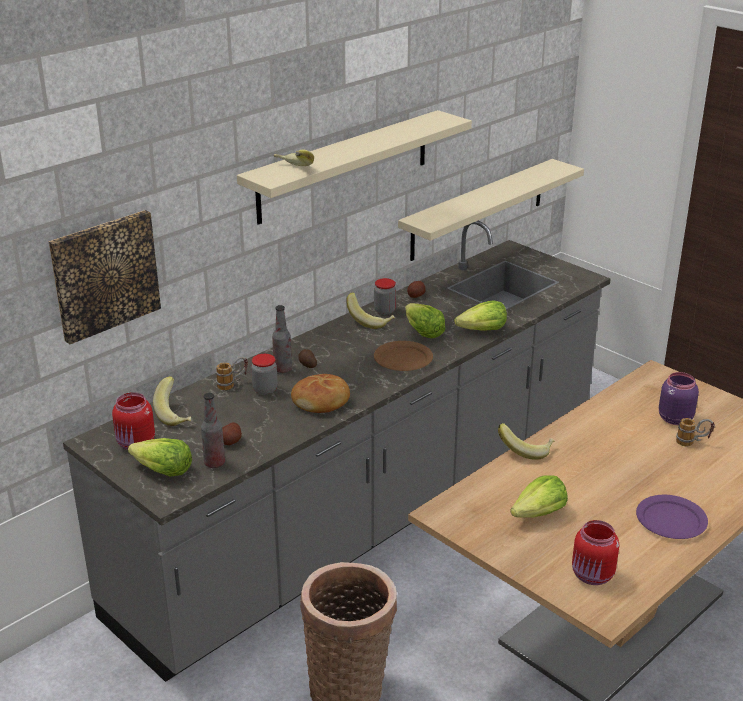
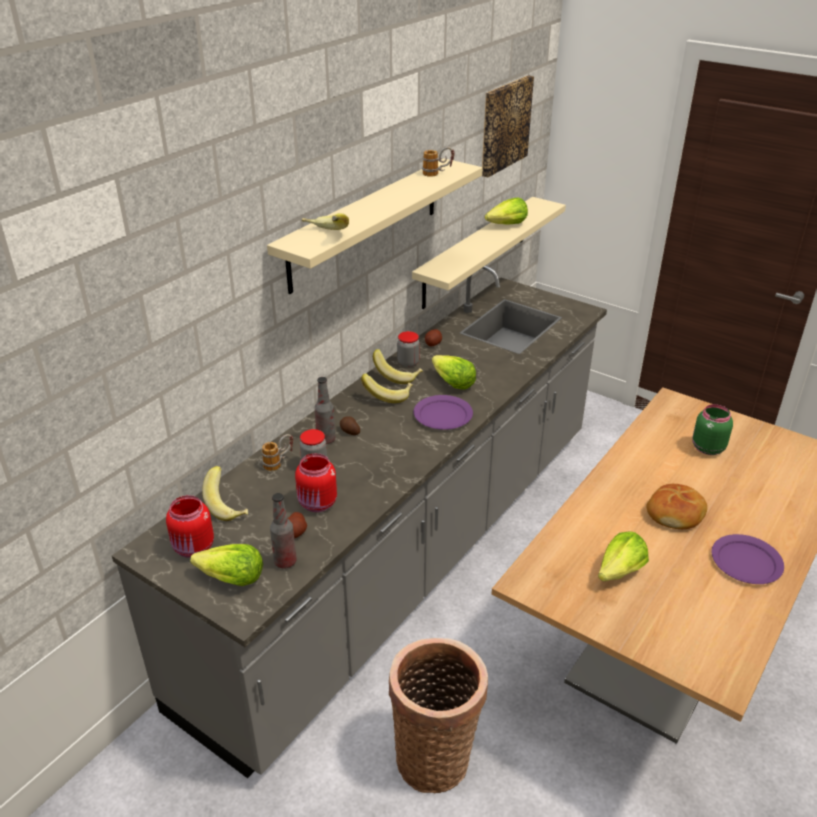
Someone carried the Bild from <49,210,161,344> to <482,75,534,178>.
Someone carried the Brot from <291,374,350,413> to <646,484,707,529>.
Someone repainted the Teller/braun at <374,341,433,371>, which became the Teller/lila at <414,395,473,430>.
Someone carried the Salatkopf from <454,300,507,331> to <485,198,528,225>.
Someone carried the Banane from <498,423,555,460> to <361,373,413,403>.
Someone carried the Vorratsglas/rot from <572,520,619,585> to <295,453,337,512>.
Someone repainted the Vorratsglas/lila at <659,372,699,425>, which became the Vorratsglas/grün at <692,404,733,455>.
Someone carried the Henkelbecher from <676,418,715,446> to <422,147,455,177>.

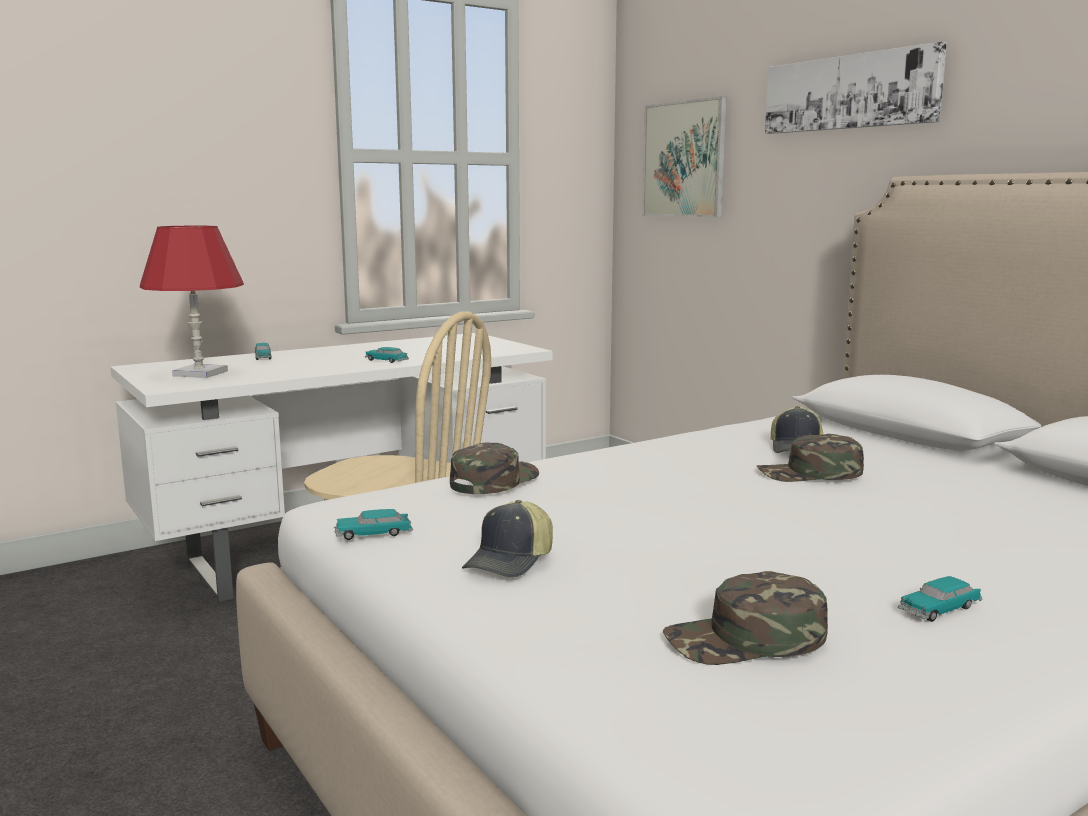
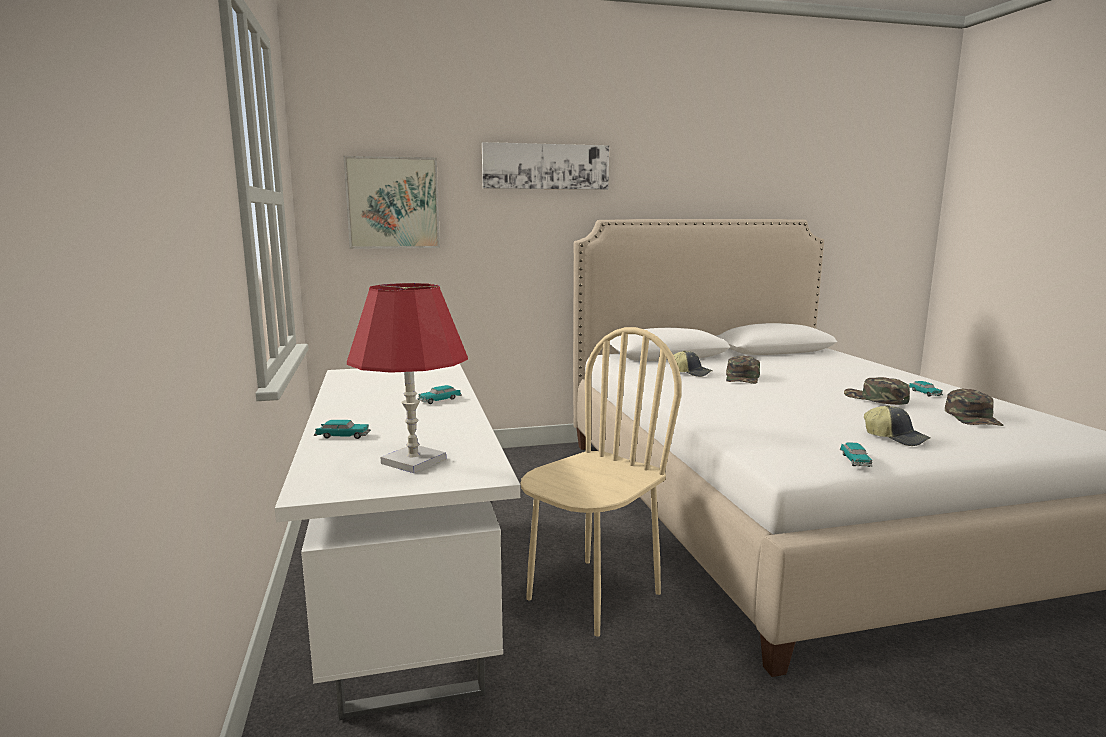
Someone carried the Kappe/grün from <450,443,539,494> to <844,377,910,405>.

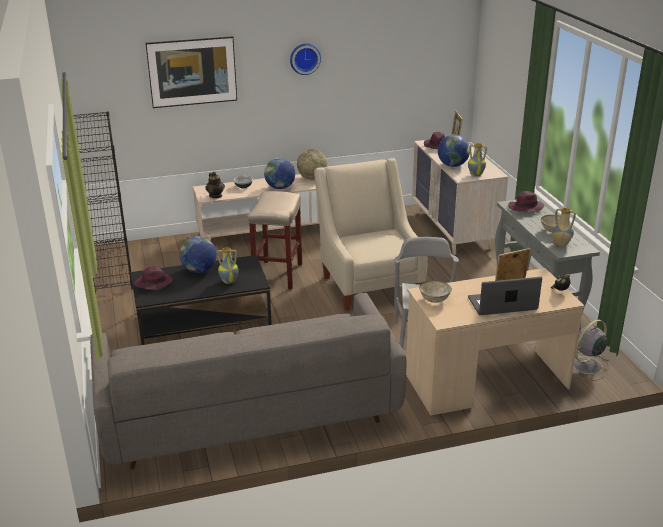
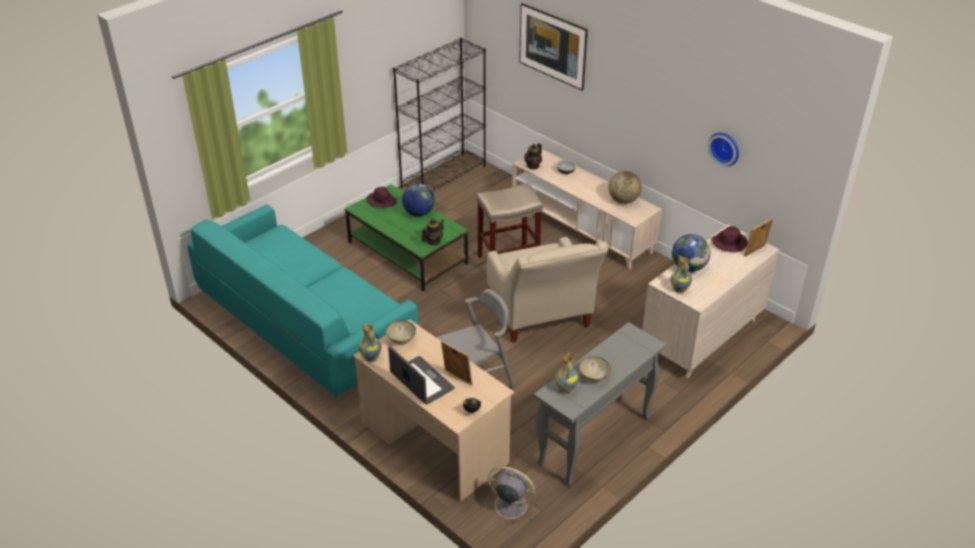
Someone repainted the Sofa/grau at <90,293,406,470>, which became the Sofa/türkis at <188,204,419,397>.
Someone repainted the Couchtisch/schwarz at <131,255,272,345>, which became the Couchtisch/grün at <345,184,468,292>.
Someone carried the Vase from <217,247,238,284> to <359,323,382,362>.
Someone took away the Globus at <264,158,295,189>.
Someone carried the Wanduhr from <290,43,321,75> to <708,133,739,166>.
Someone rotated the Sessel/beige at <314,158,428,311> by 120 degrees clockwise.
Someone took away the Hut/lila at <508,191,544,213>.
Someone put down the Teekanne at <422,219,444,245>.

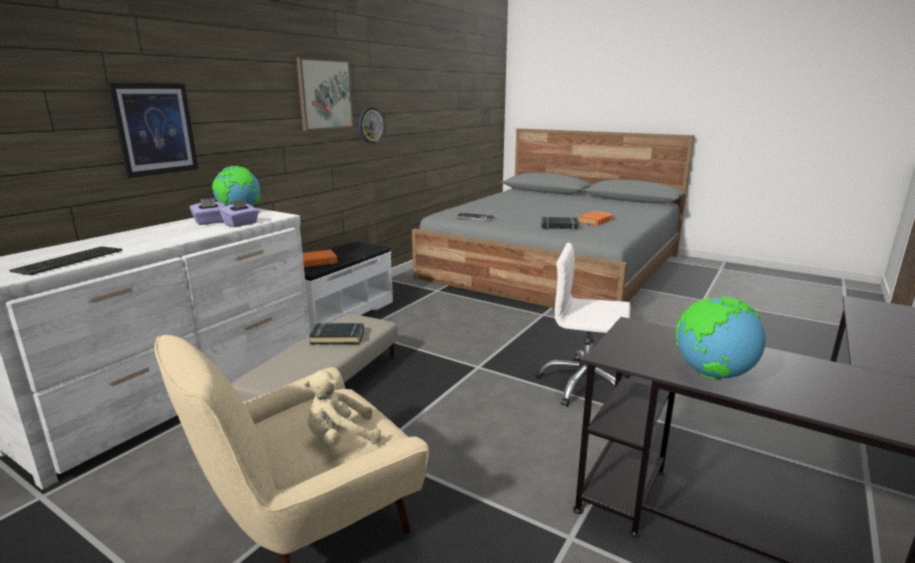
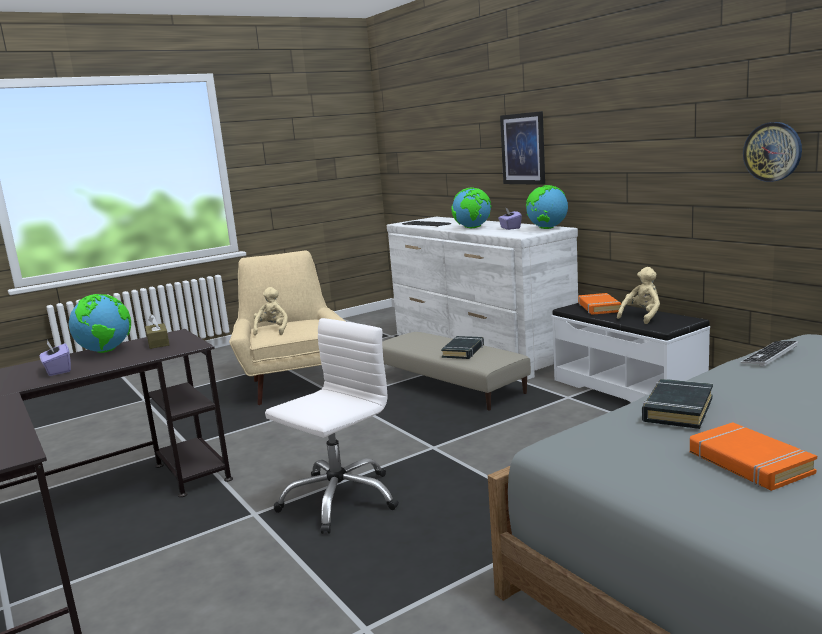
Someone carried the Taschentuchbox/lila from <219,199,259,227> to <40,340,71,376>.
Someone took away the Bild at <296,57,353,131>.
Someone put down the Taschentuchbox/braun at <145,314,169,349>.
Someone put down the Globus at <451,188,492,228>.
Someone put down the Plüschtier/beige at <617,267,660,324>.

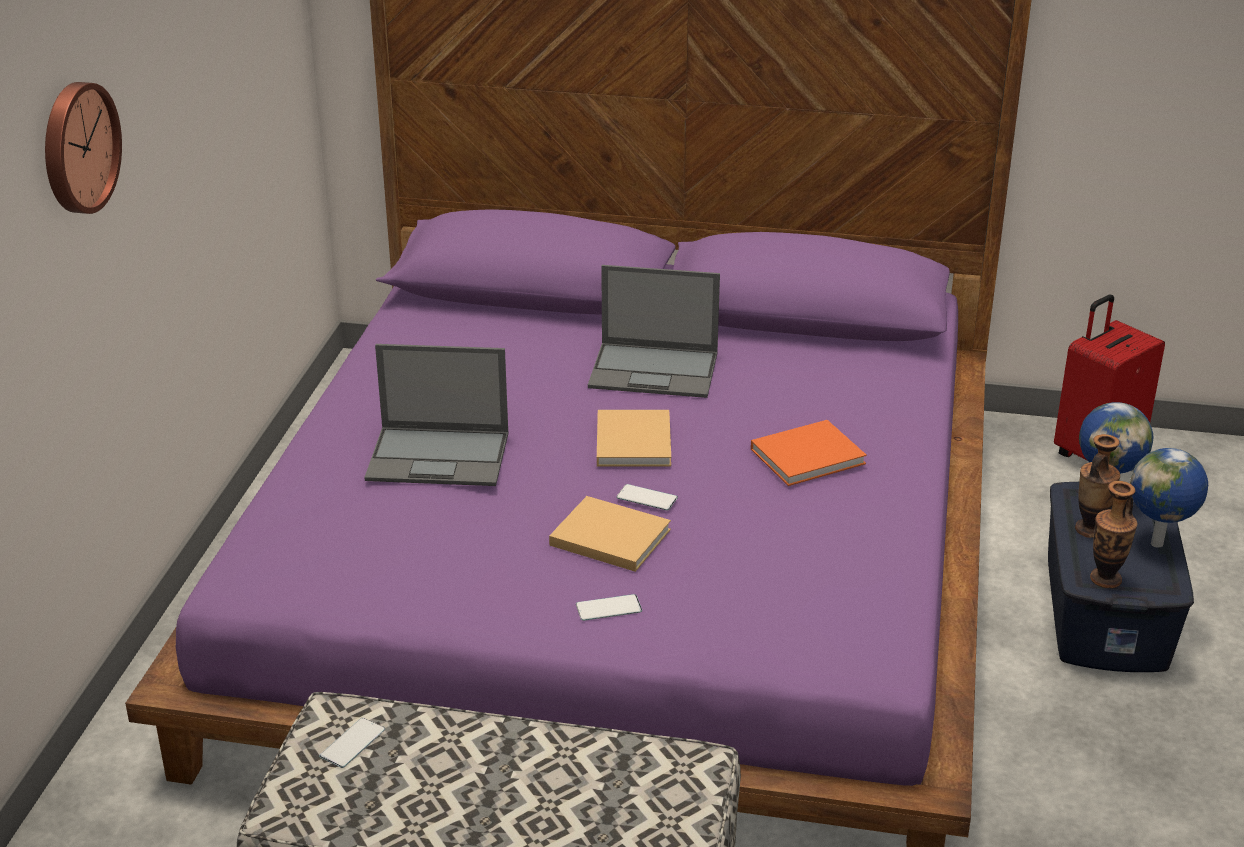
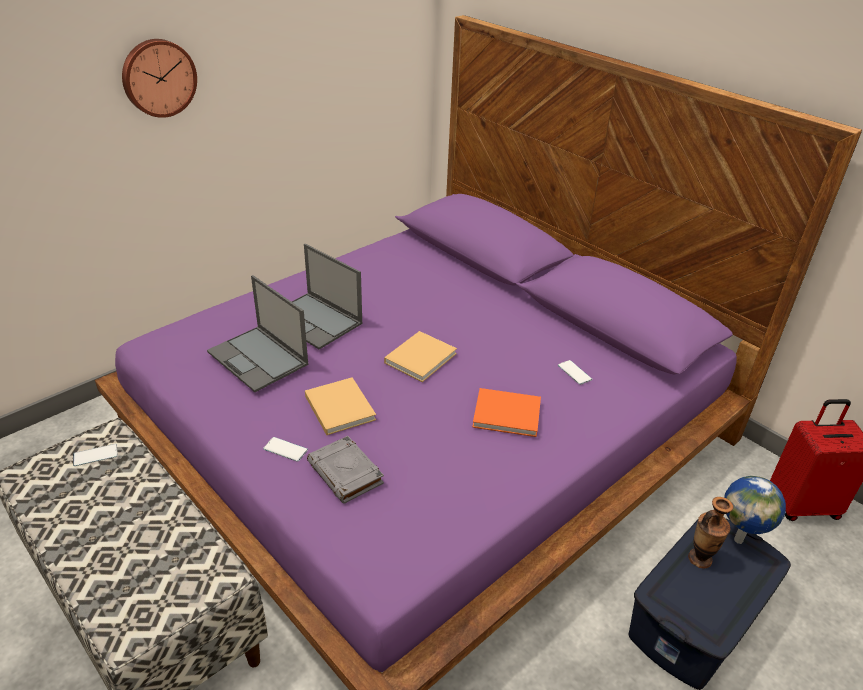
Someone carried the Laptop from <588,265,720,398> to <207,275,308,392>.
Someone carried the Handy from <616,484,678,510> to <558,360,592,385>.
Someone took away the Vase at <1090,481,1137,588>.
Someone took away the Globus at <1130,448,1208,548>.
Someone put down the Buch/grau at <307,436,384,504>.

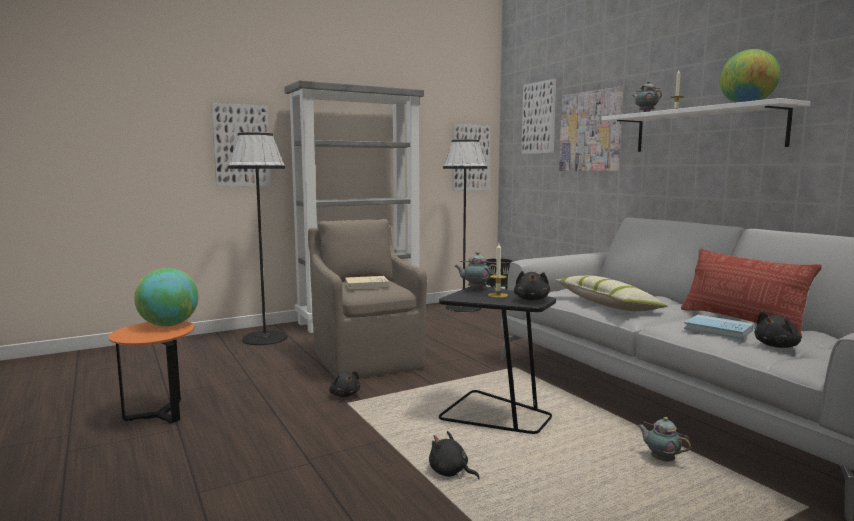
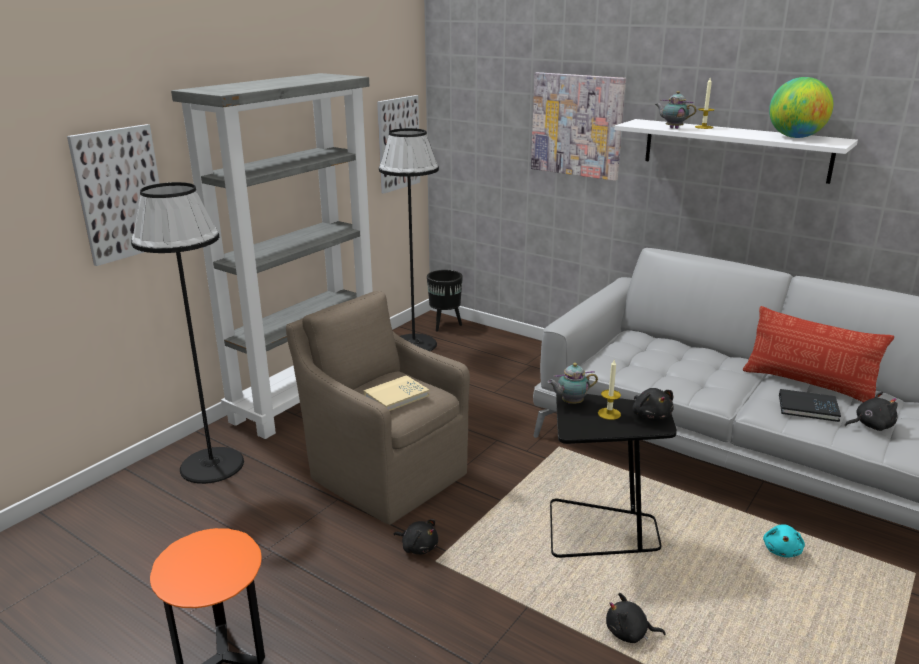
Someone took away the Globus at <134,268,199,327>.
Someone took away the Bild at <521,79,556,154>.
Someone took away the Kissen at <555,276,668,311>.
Someone swapped the Teekanne at <638,417,691,462> for the Plüschtier/türkis at <763,524,805,558>.
Someone repainted the Buch/blau at <684,315,754,339>, which became the Buch/schwarz at <779,389,841,422>.
Someone rotated the Plüschtier/schwarz at <754,311,801,348> by 135 degrees counterclockwise.

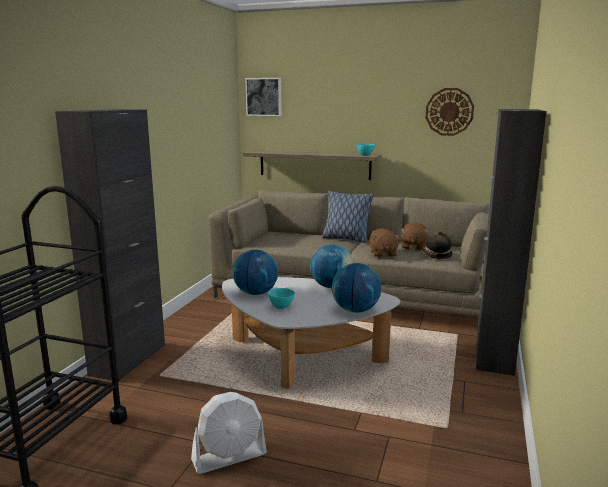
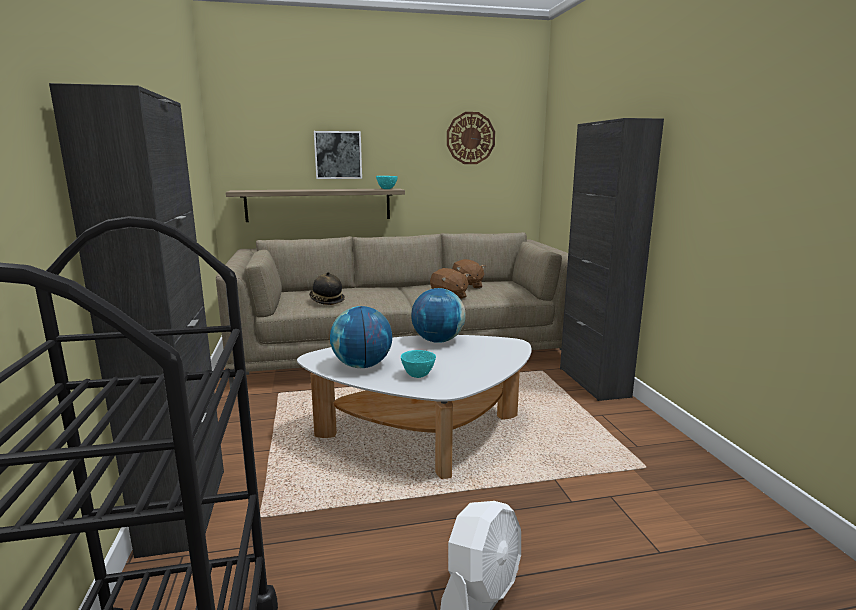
Someone carried the Bild from <245,78,282,116> to <314,131,362,179>.
Someone took away the Kissen at <322,190,374,243>.
Someone took away the Globus at <332,263,381,313>.
Someone carried the Hut from <423,231,453,259> to <309,272,345,305>.

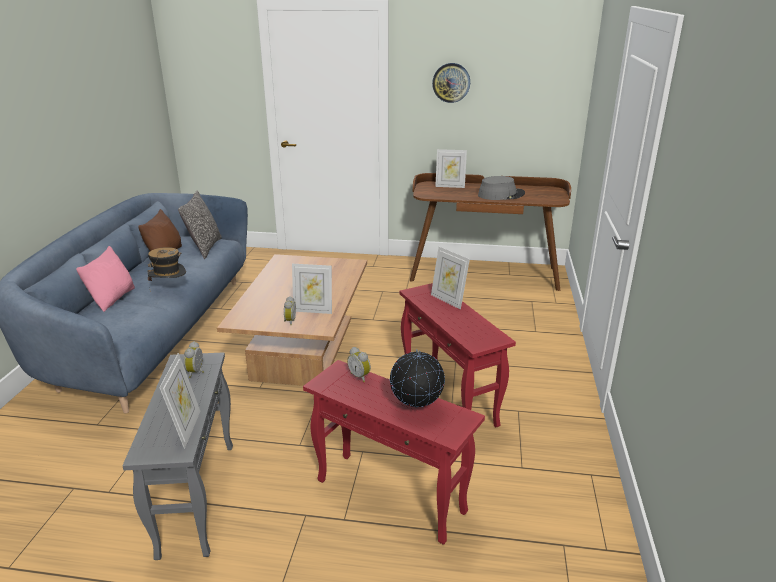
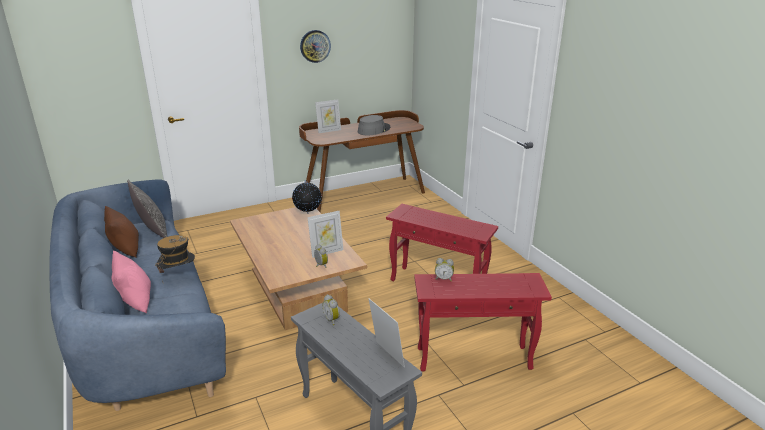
Someone carried the Globus from <390,349,445,408> to <292,180,322,214>.
Someone took away the Bilderrahmen at <431,247,470,310>.

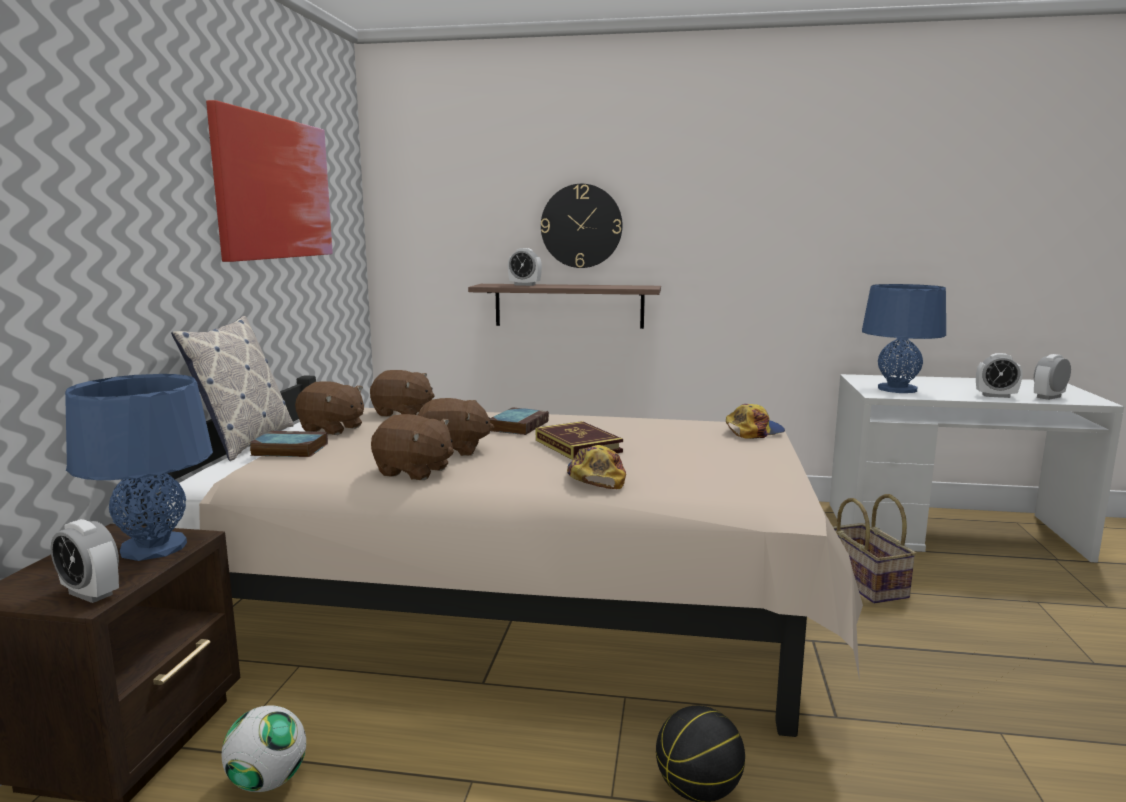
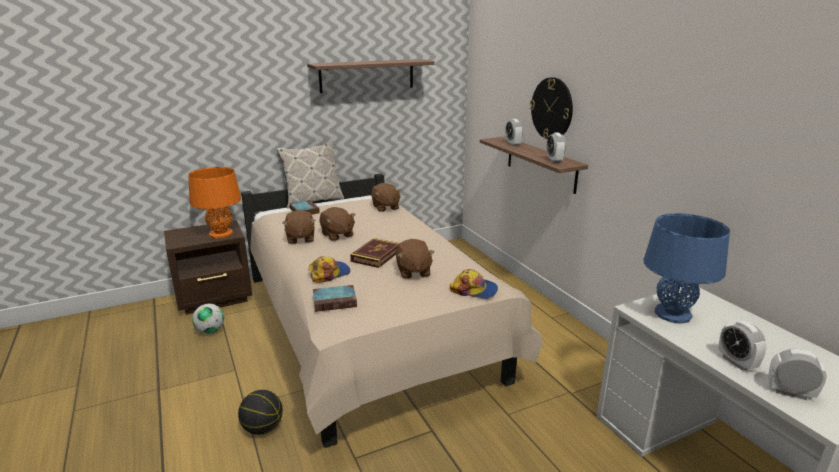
Someone carried the Wecker from <51,519,119,603> to <547,133,566,163>.
Someone repainted the Tischlampe/blau at <65,374,213,561>, which became the Tischlampe/orange at <188,167,241,238>.
Someone swapped the Bild at <206,100,333,262> for the Wandregal at <307,59,435,93>.
Someone carried the Plüschtier/braun from <295,381,364,435> to <396,239,434,279>.
Someone carried the Buch from <490,407,549,435> to <313,285,357,312>.
Someone took away the Korb at <833,494,917,603>.

